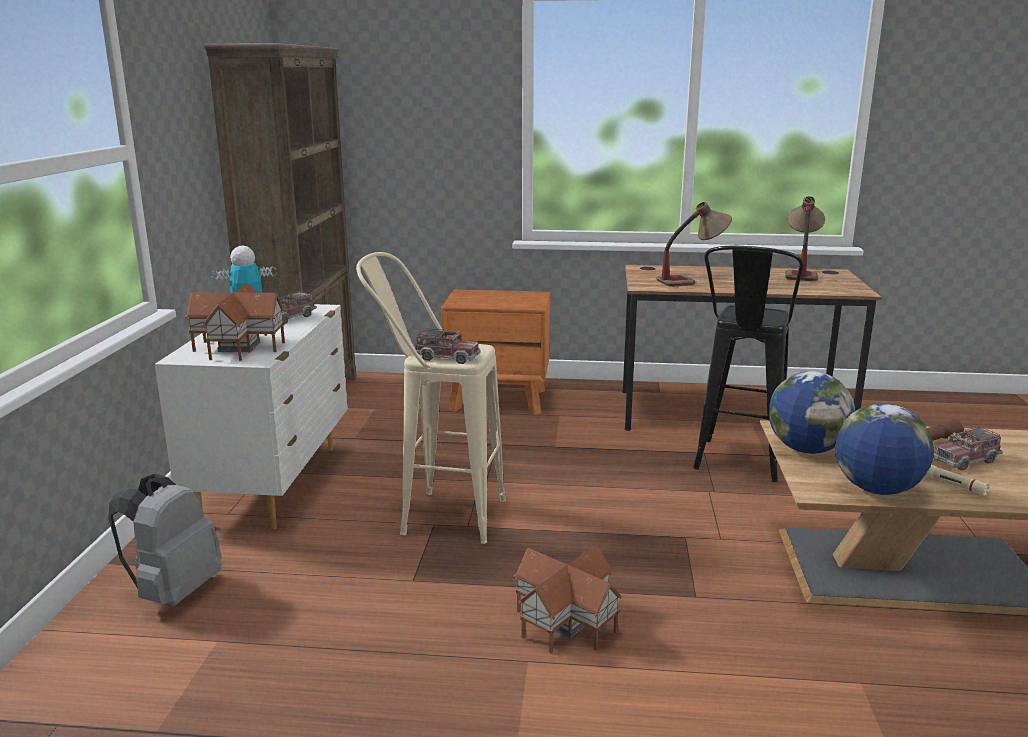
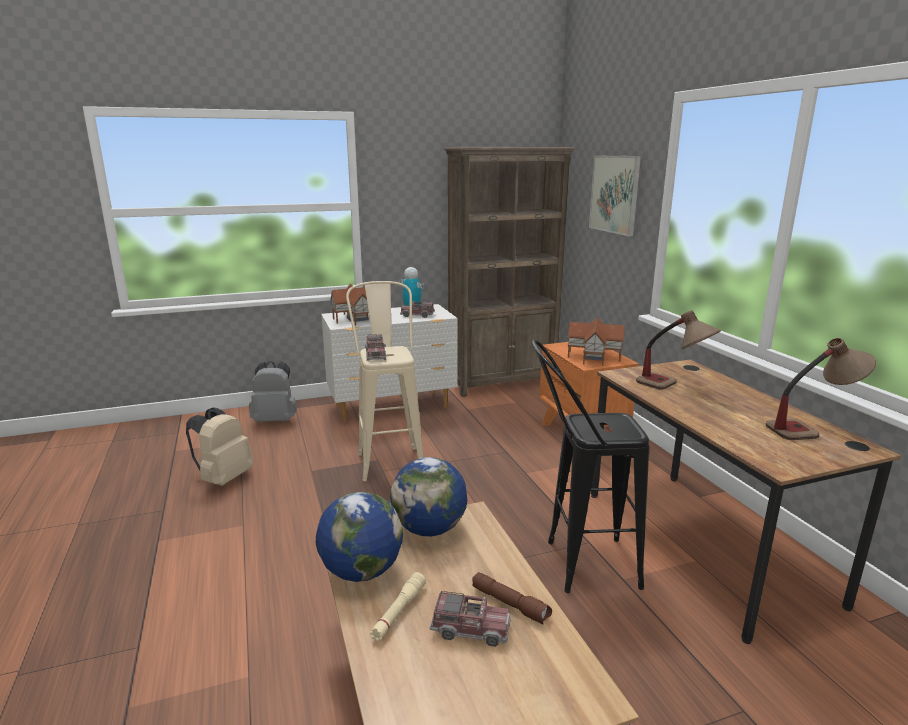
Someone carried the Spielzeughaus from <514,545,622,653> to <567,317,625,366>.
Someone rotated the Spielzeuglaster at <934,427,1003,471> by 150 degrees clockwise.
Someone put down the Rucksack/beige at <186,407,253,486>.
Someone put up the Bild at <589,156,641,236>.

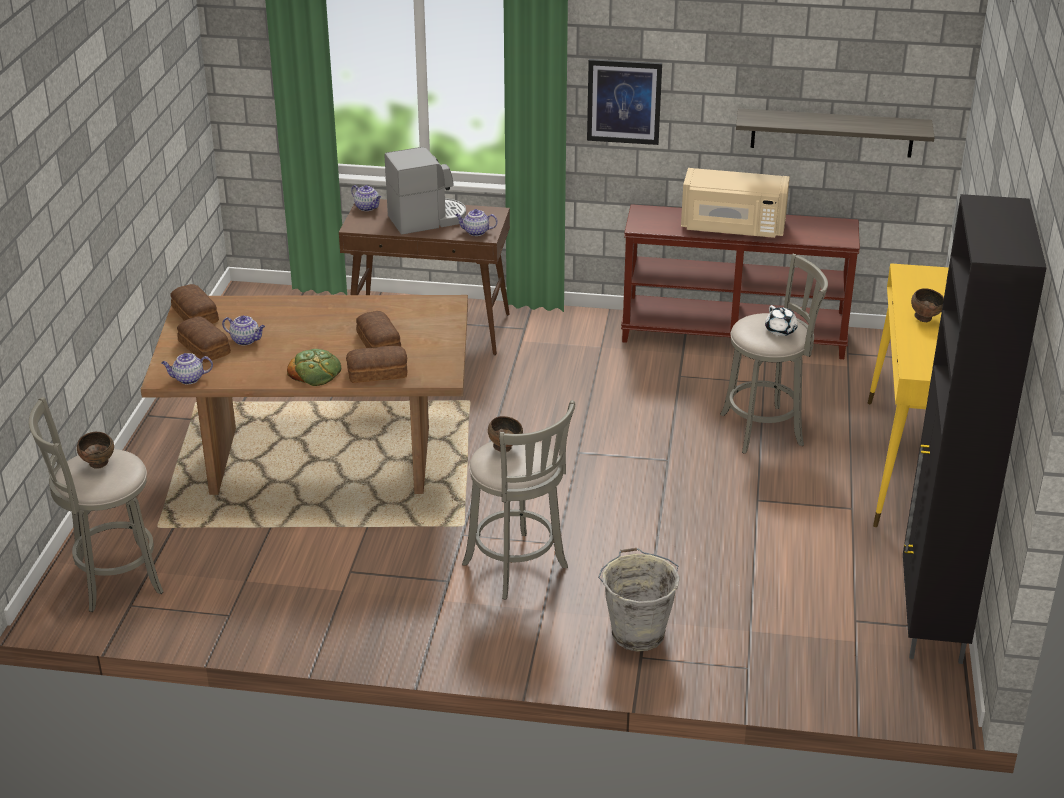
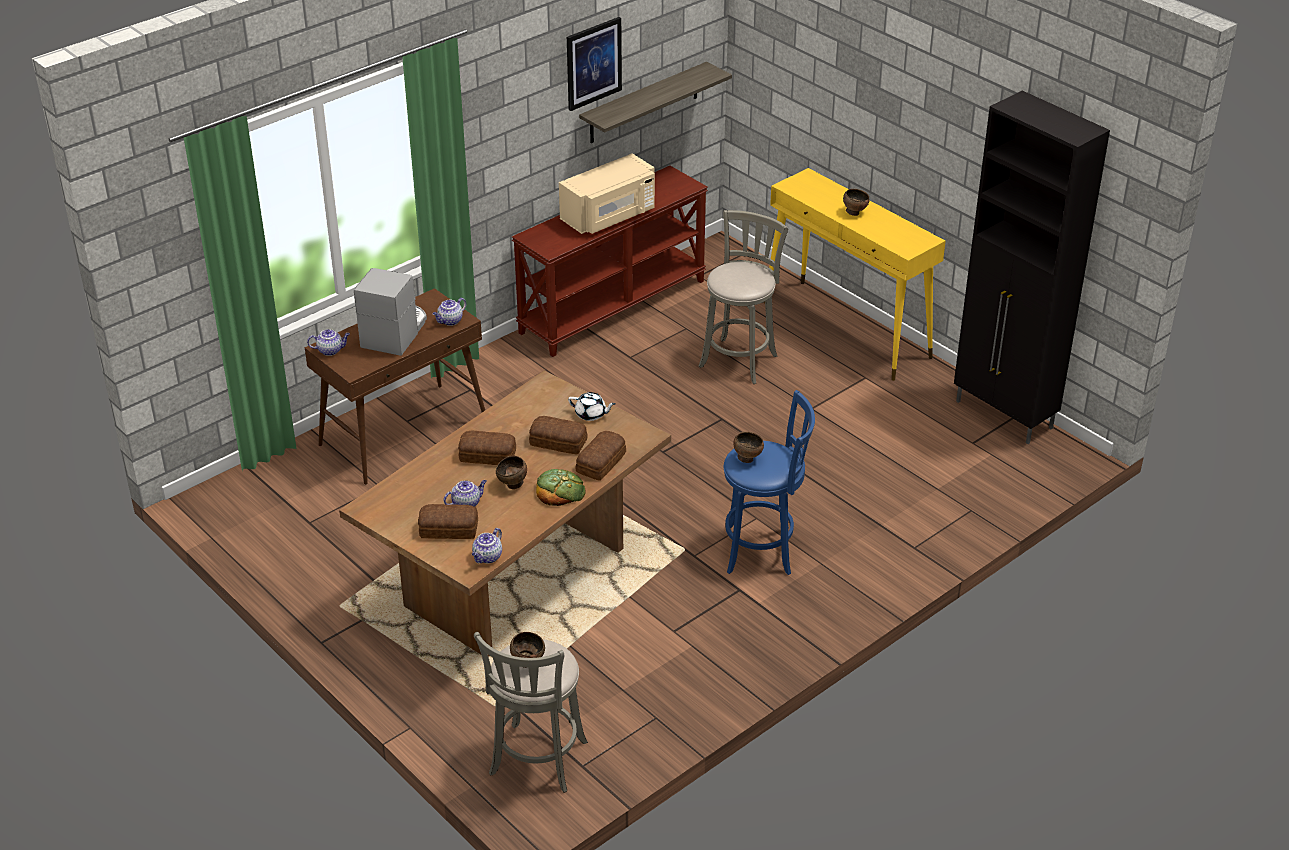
Someone carried the Brot from <171,284,219,324> to <458,431,516,465>.
Someone repainted the Hocker/grau at <462,400,575,600>, which became the Hocker/blau at <724,390,815,575>.
Someone carried the Bild from <587,59,662,145> to <567,17,622,111>.
Someone took away the Eimer/grau at <598,548,680,652>.
Someone carried the Teekanne/weiß from <765,305,798,336> to <568,392,615,421>.
Someone put down the Schüssel/braun at <496,456,527,489>.

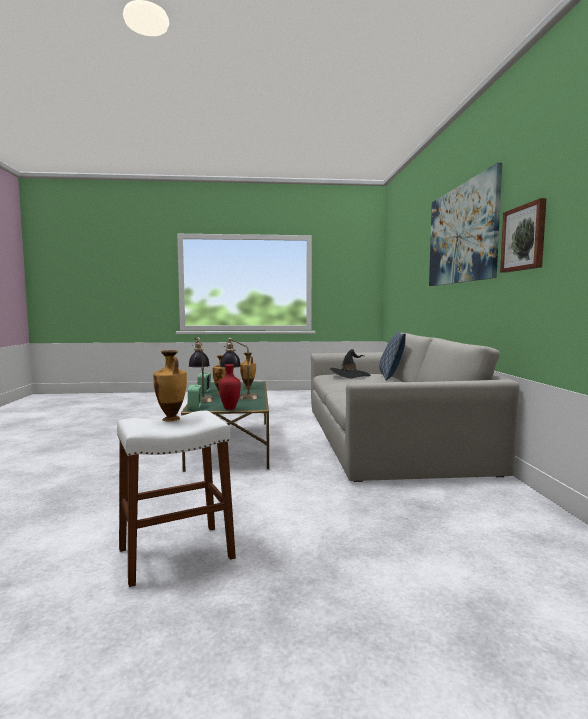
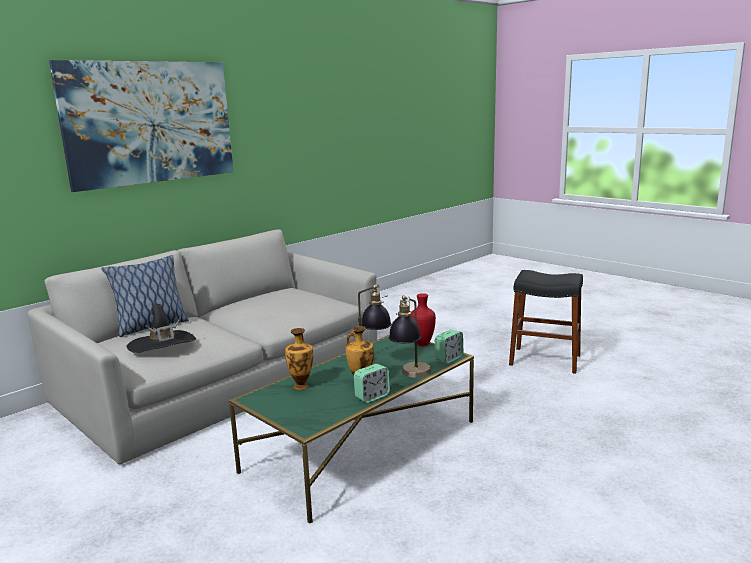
Someone repainted the Hocker/weiß at <117,411,236,587>, which became the Hocker/schwarz at <509,270,583,374>.
Someone took away the Vase at <153,350,187,421>.
Someone took away the Bild at <500,198,547,273>.

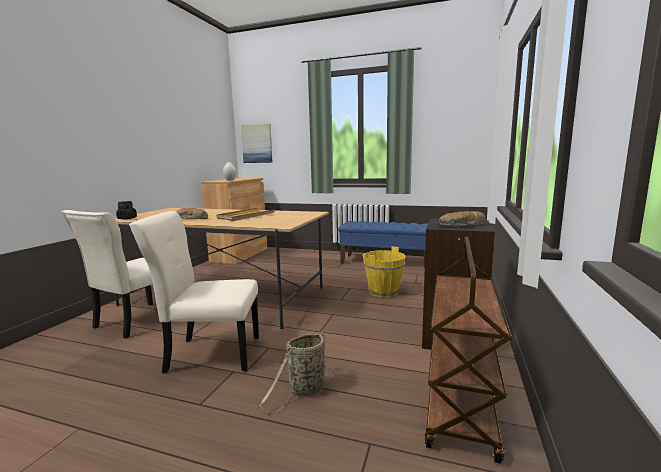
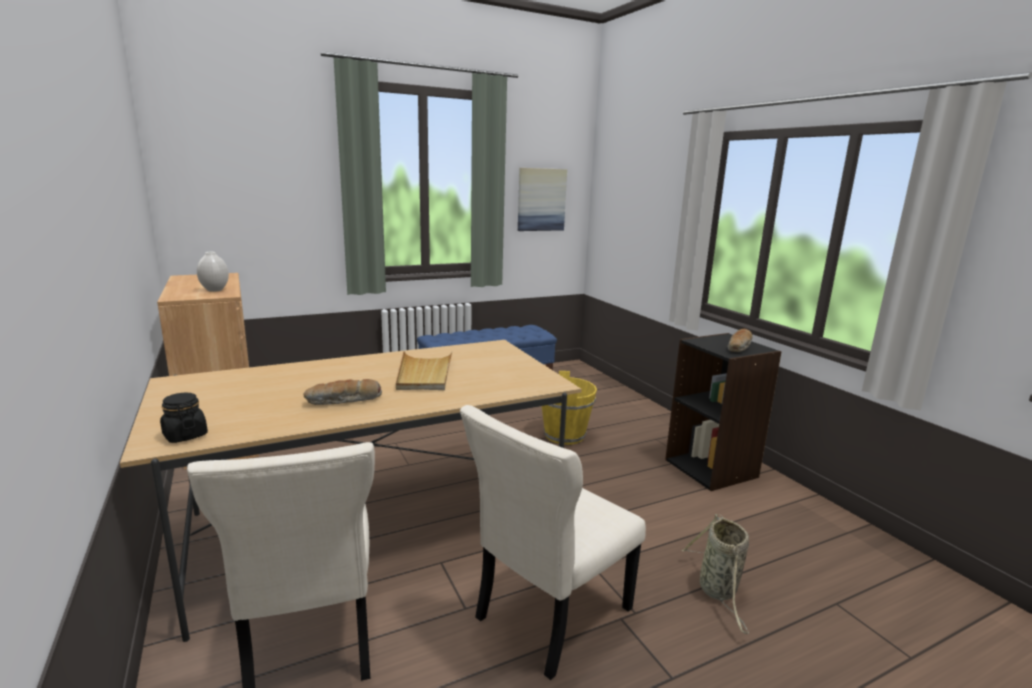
Someone carried the Bild from <241,124,273,163> to <518,168,567,231>.
Someone took away the Rollwagen/braun at <425,237,512,464>.

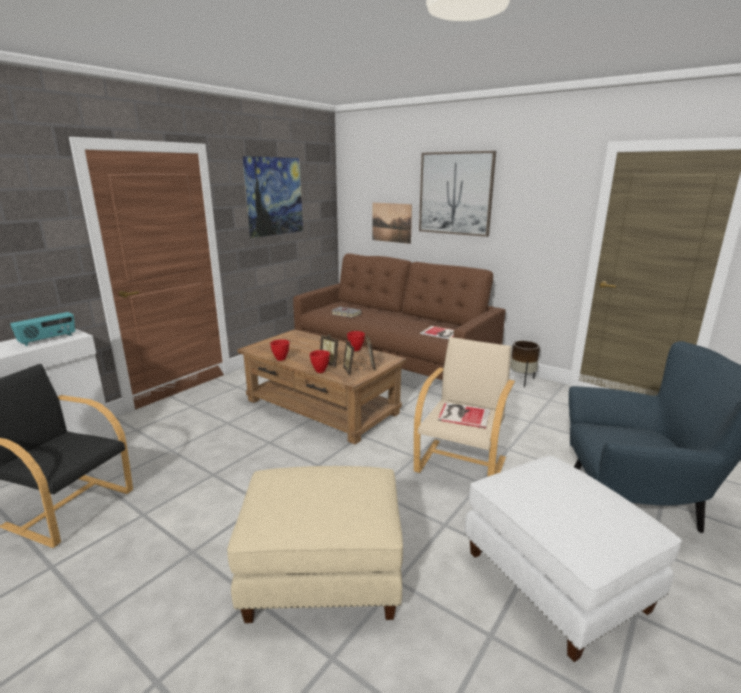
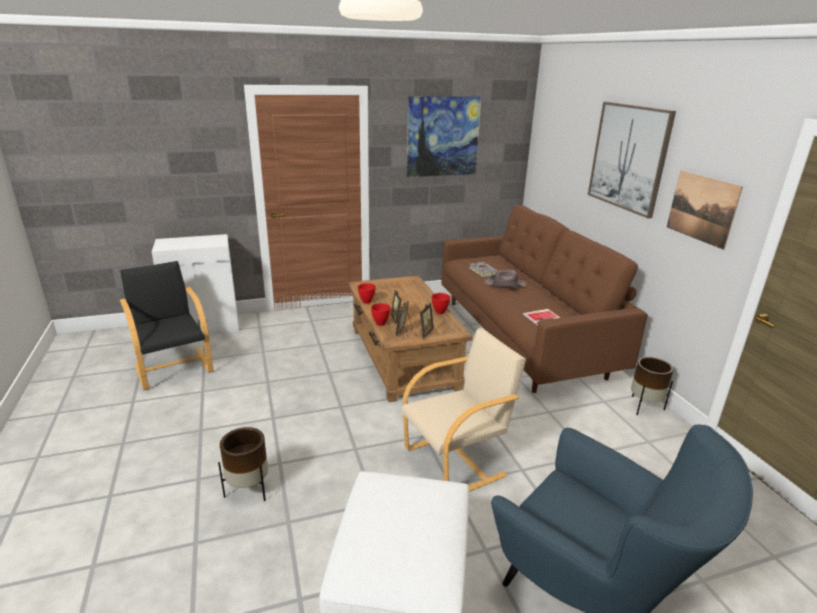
Someone took away the Radio at <10,312,75,346>.
Someone swapped the Polsterhocker/beige at <227,466,403,623> for the Pflanzkübel/braun at <218,427,268,501>.
Someone carried the Bild from <372,203,412,244> to <667,171,743,250>.
Someone took away the Buch at <438,402,490,428>.
Someone put down the Hut/braun at <484,270,526,288>.

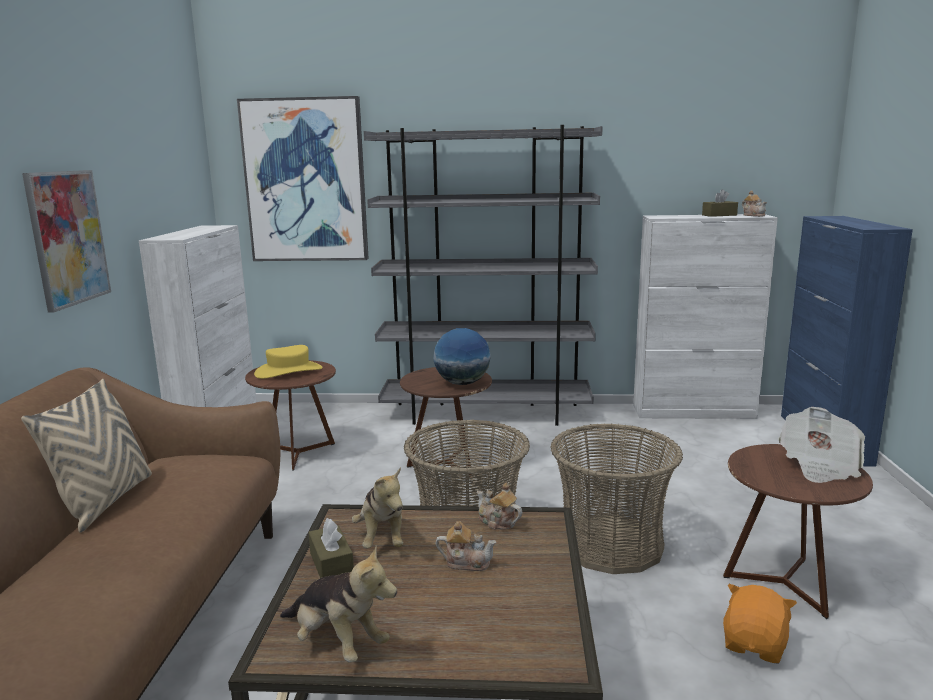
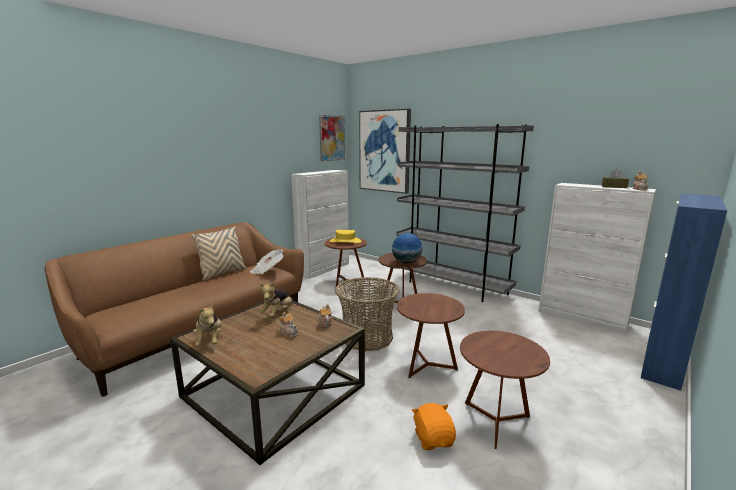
Someone carried the Bild from <22,170,111,313> to <319,115,345,161>.
Someone took away the Taschentuchbox/braun at <308,518,354,578>.
Someone swapped the Korb at <550,423,683,574> for the Beistelltisch/braun at <397,293,465,378>.
Someone rotated the Plüschtier/orange at <723,584,797,664> by 75 degrees counterclockwise.
Someone carried the Zeitung from <778,407,865,483> to <250,249,283,274>.

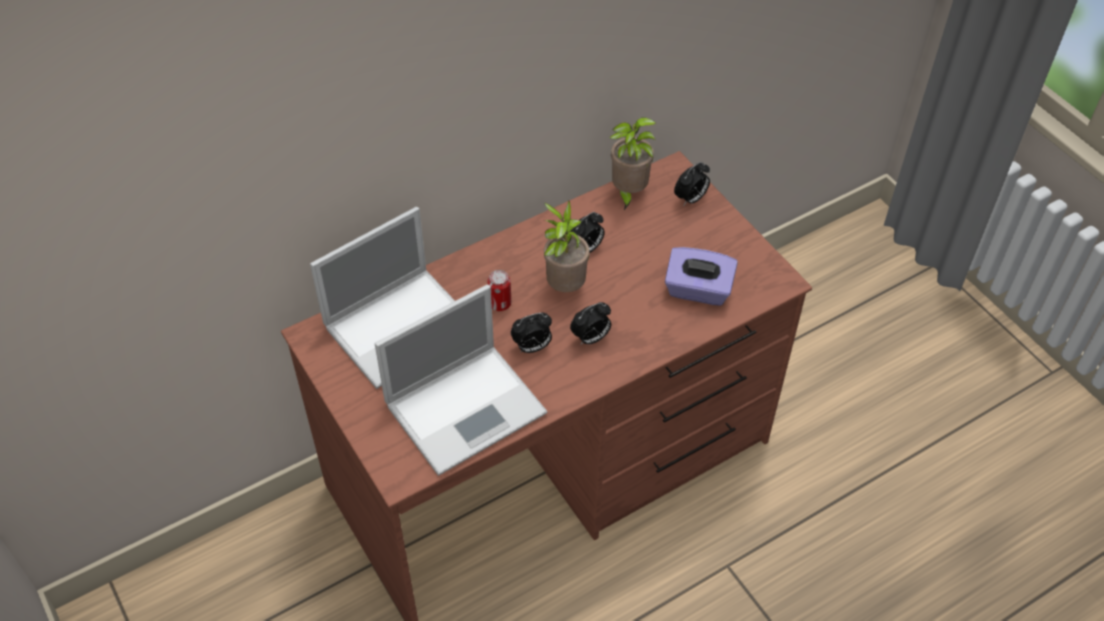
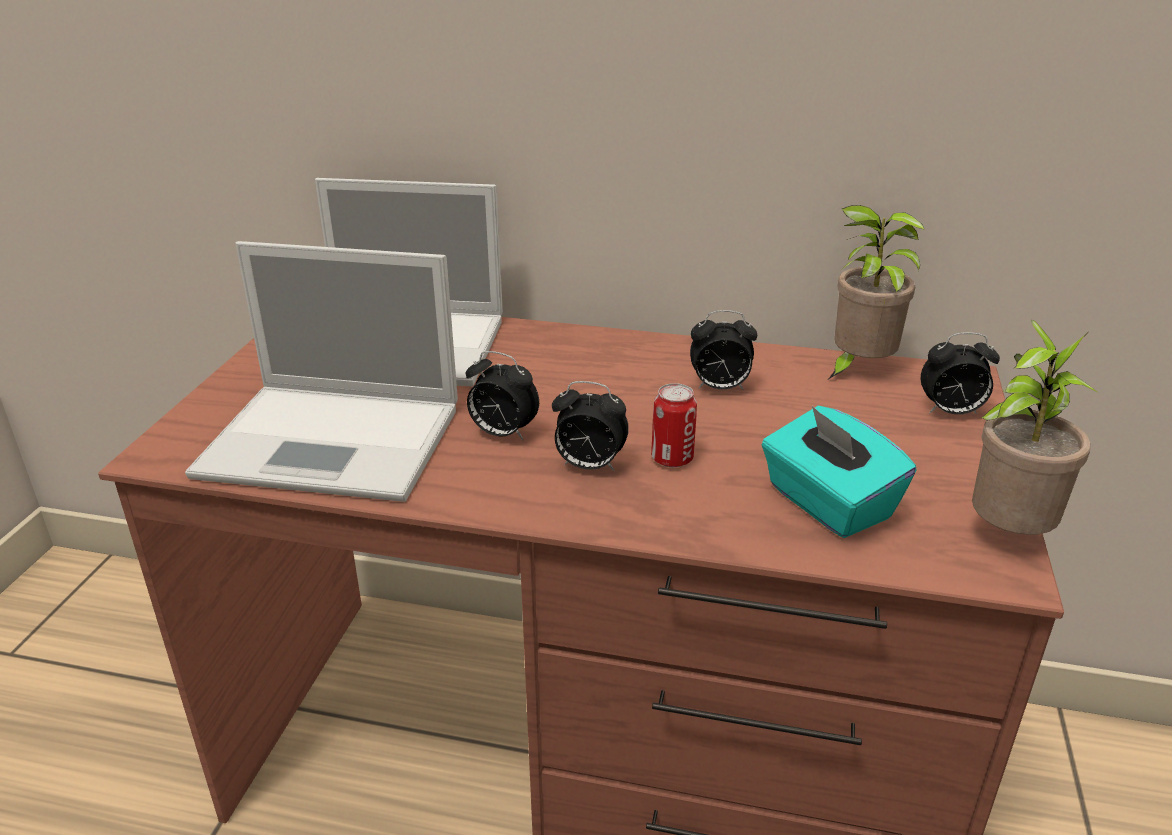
Someone carried the Dose from <487,270,511,311> to <651,383,697,467>.
Someone carried the Topfpflanze from <544,201,590,292> to <972,320,1097,535>.
Someone repainted the Taschentuchbox/lila at <665,247,738,306>, which became the Taschentuchbox/türkis at <762,406,916,538>.

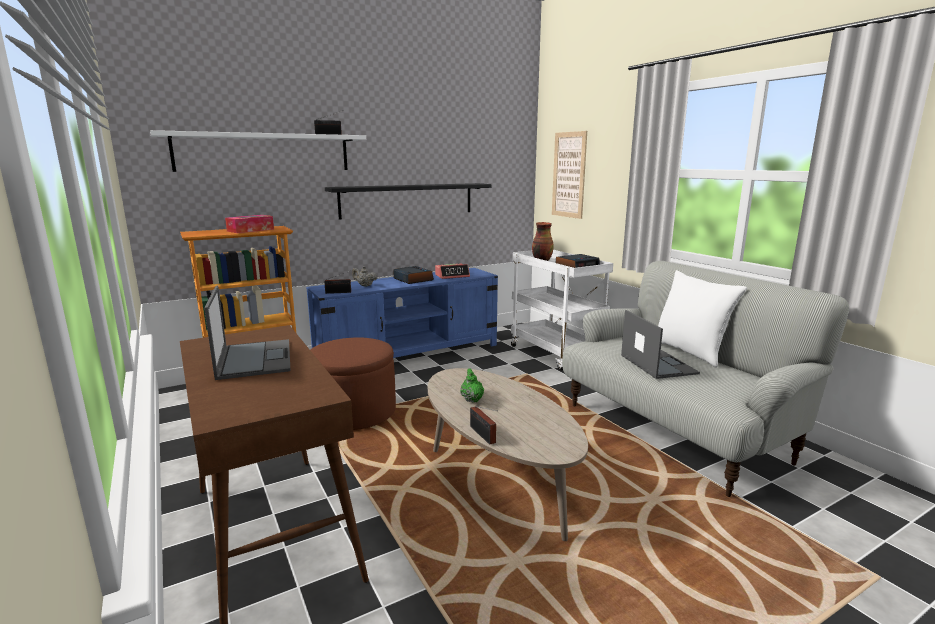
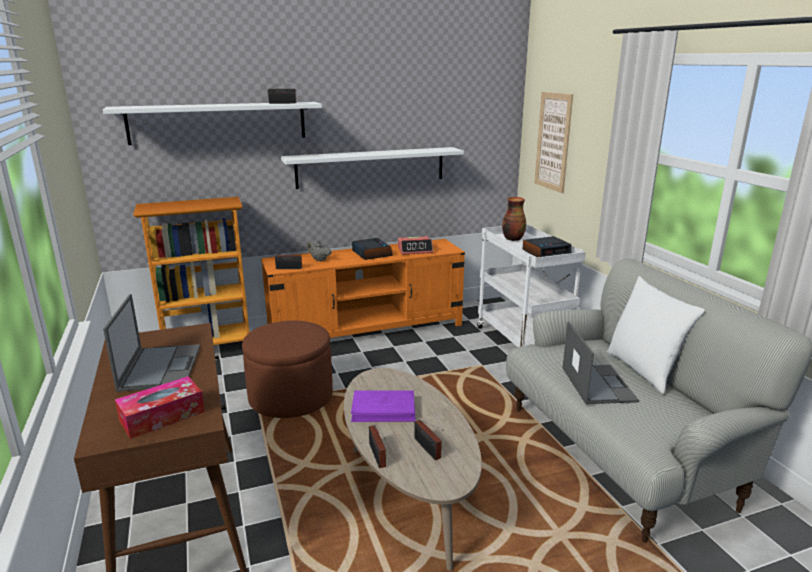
Someone carried the Taschentuchbox from <225,215,274,233> to <115,376,205,439>.
Someone repainted the Fernsehschrank/blau at <306,268,498,358>, which became the Fernsehschrank/orange at <261,239,465,338>.
Someone repainted the Wandregal/schwarz at <325,183,492,219>, which became the Wandregal/weiß at <281,147,464,189>.
Someone swapped the Teekanne/grün at <460,368,484,403> for the Buch/lila at <351,390,416,422>.
Someone put down the Radio at <414,420,443,460>.

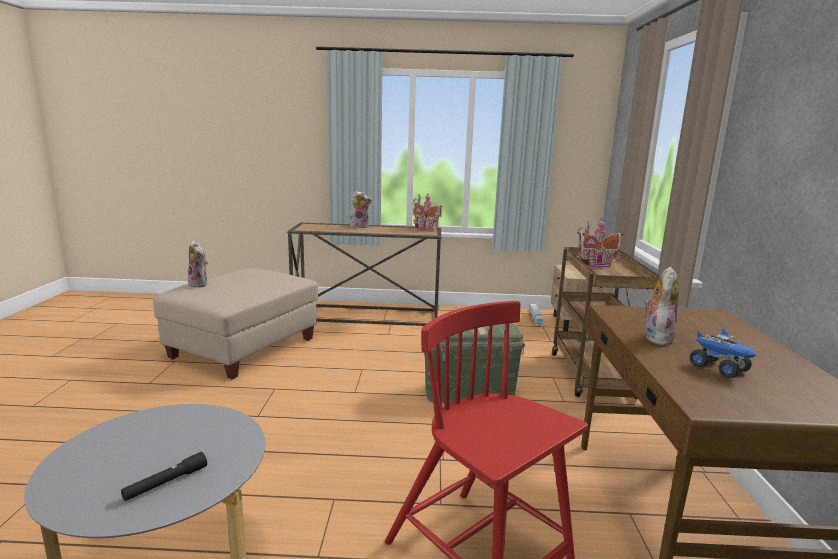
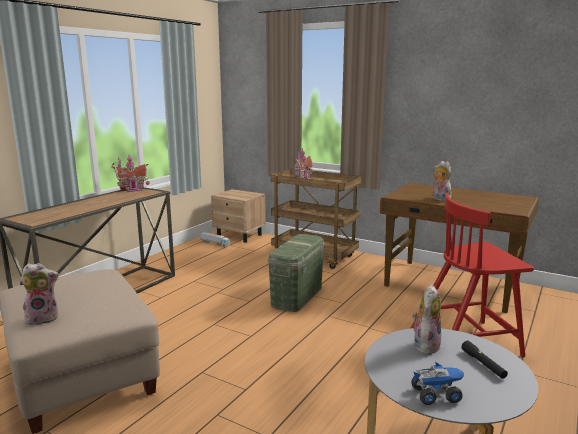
Someone carried the Plüschtier from <350,191,372,228> to <412,285,441,355>.
Someone carried the Spielzeuglaster from <690,328,757,378> to <411,362,464,405>.

